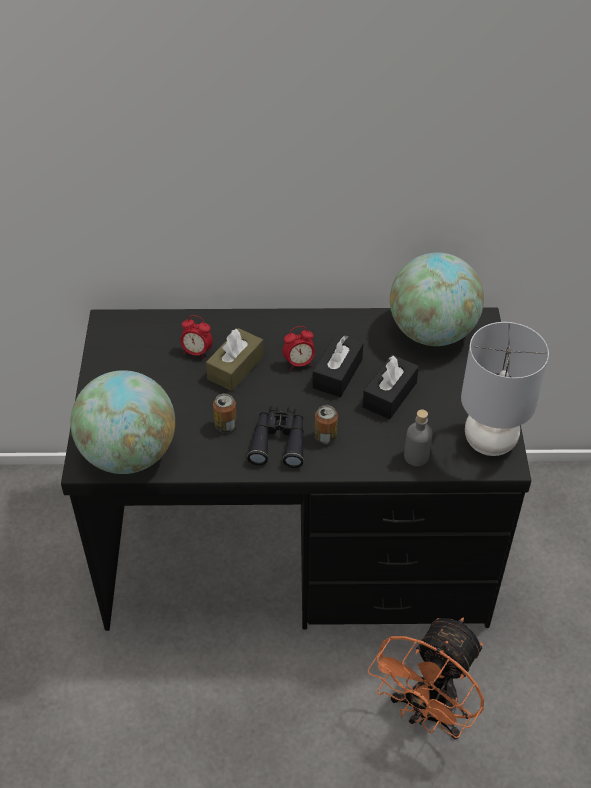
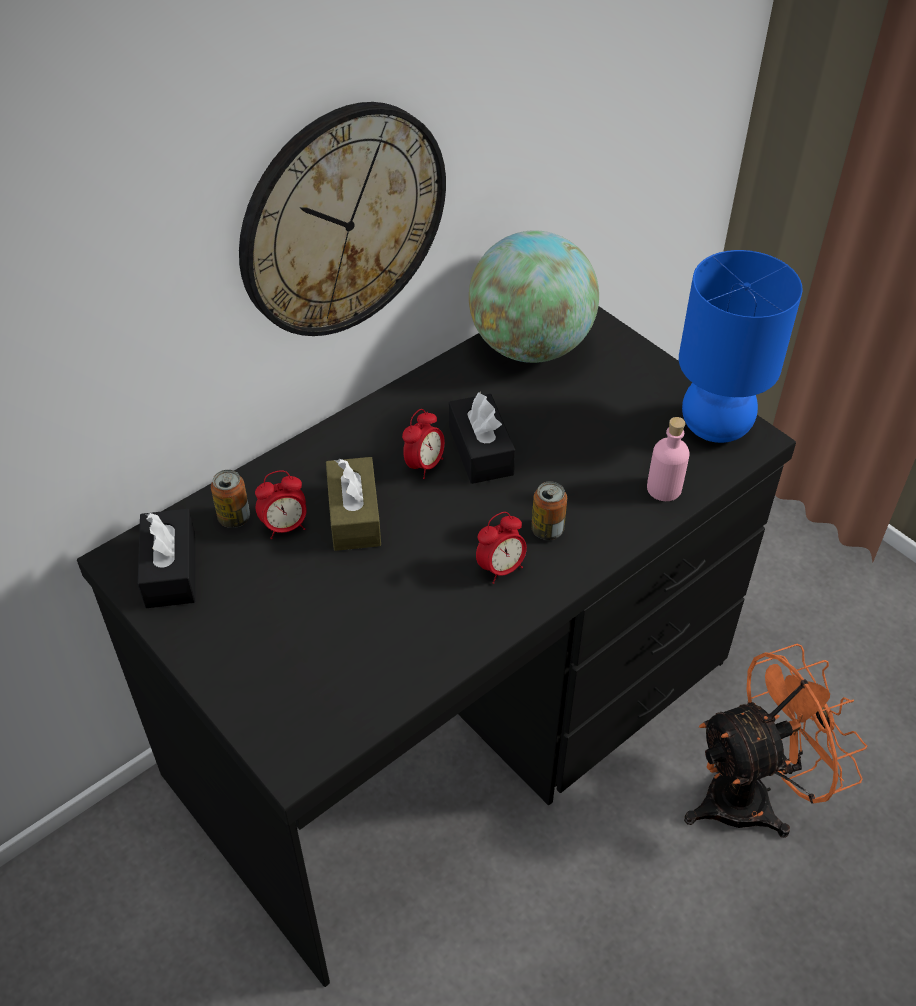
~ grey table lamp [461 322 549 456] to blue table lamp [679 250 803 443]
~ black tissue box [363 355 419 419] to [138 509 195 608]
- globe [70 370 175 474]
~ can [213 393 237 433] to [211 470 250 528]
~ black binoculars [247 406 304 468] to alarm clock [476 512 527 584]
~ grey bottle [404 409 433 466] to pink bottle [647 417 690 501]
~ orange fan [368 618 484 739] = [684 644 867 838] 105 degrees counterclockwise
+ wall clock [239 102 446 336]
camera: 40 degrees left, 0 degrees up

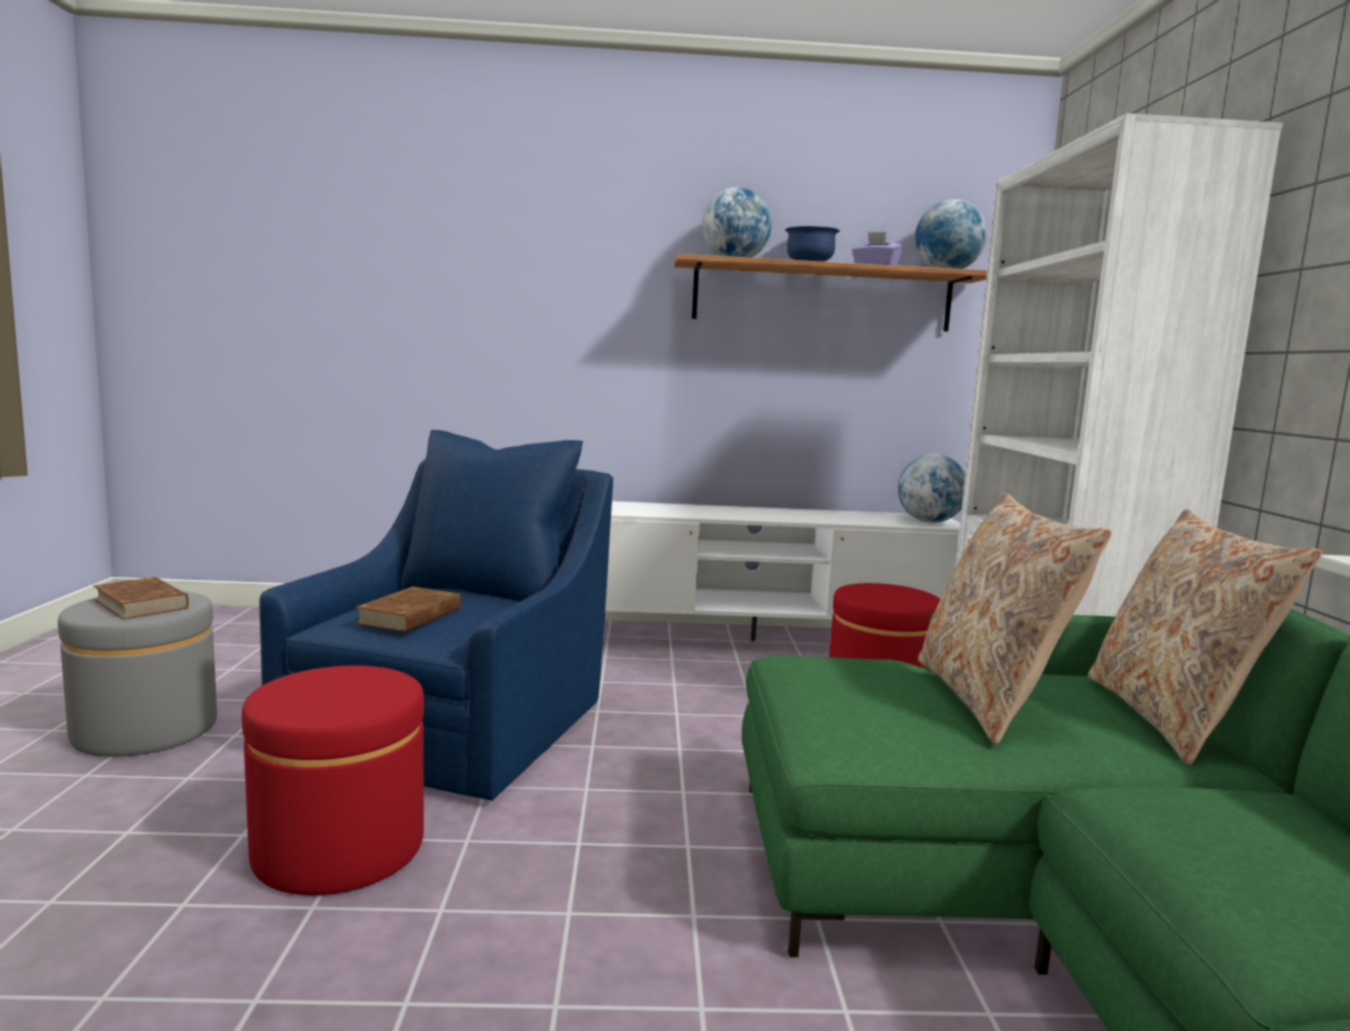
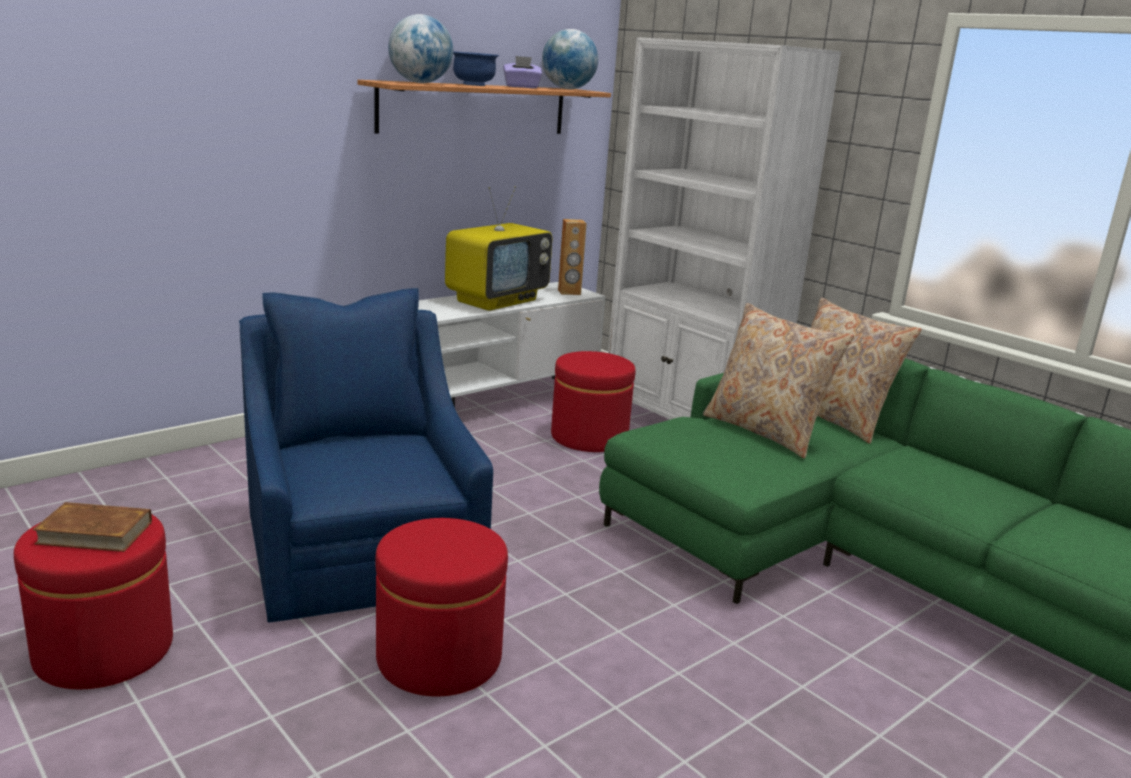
~ globe [898 454 966 523] to brown speaker [558 219 587 295]
- brown book [355 587 461 632]
~ grey ottoman [58 591 217 757] to red ottoman [14 515 173 689]
+ television [445 186 552 311]
camera: 40 degrees left, 10 degrees up

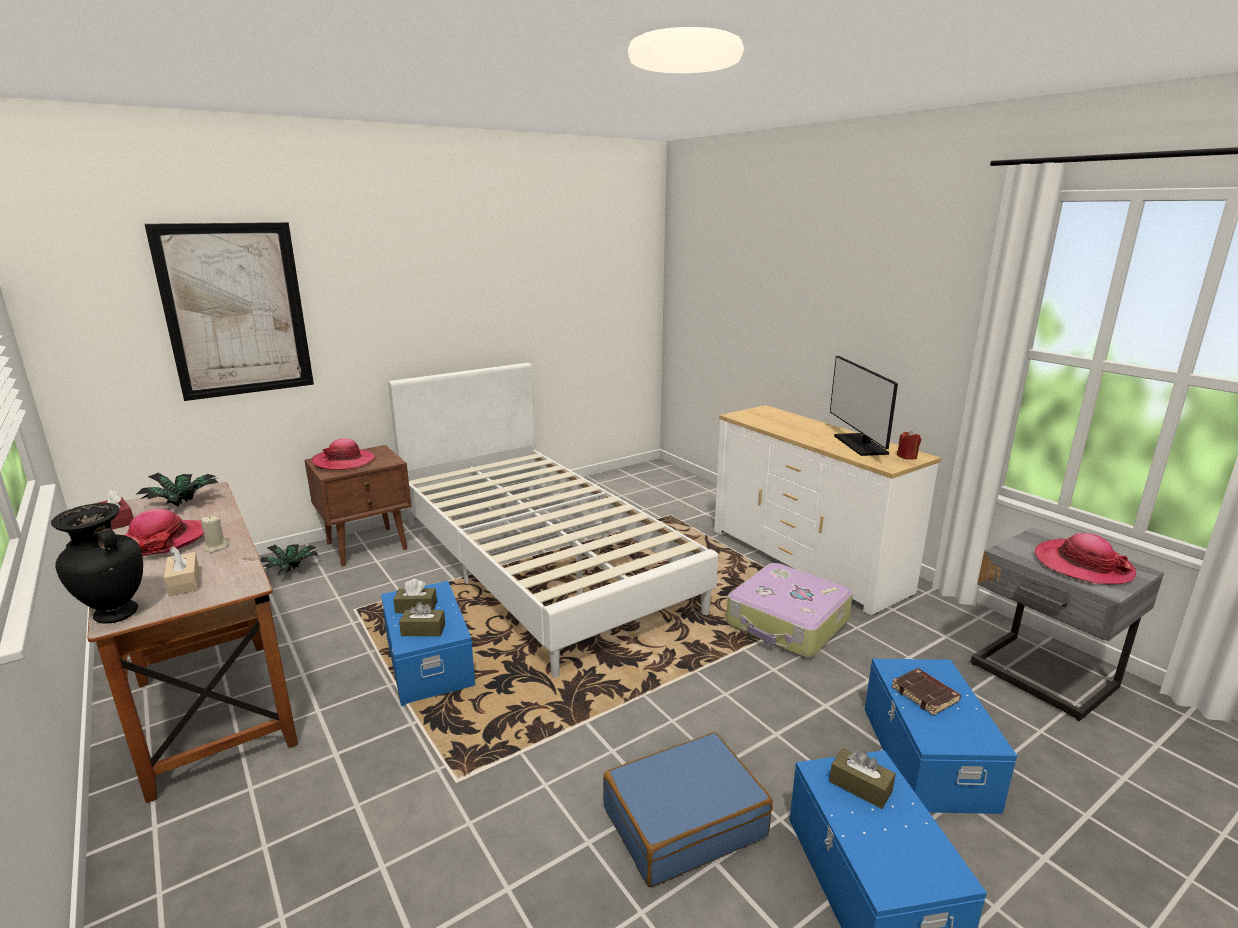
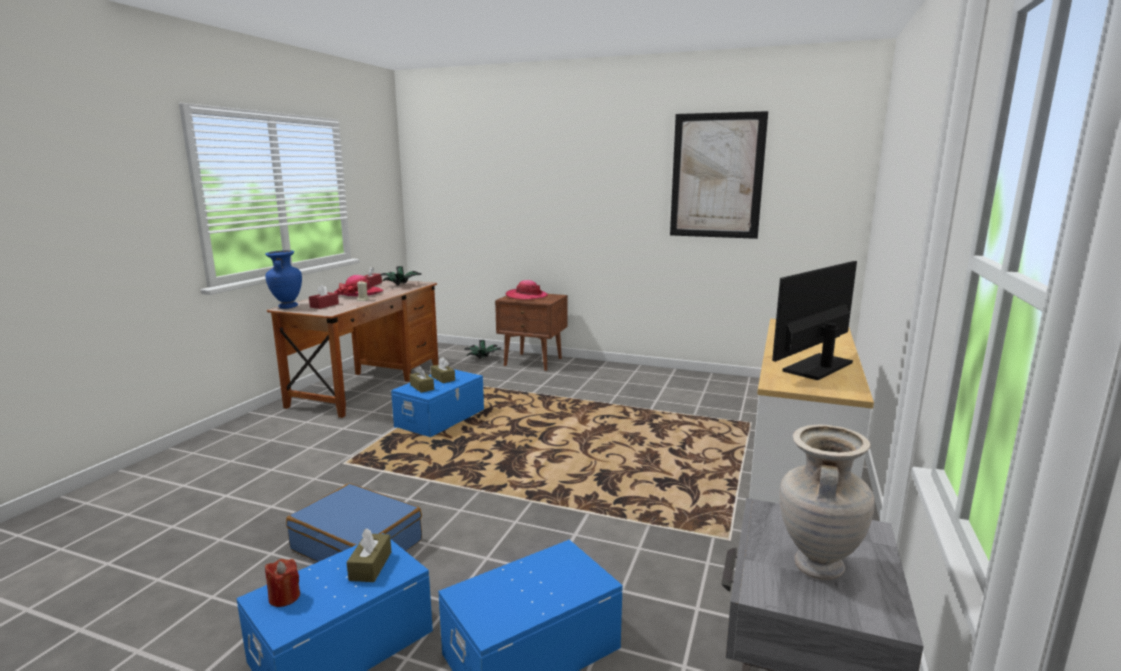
~ picture [144 222 314 401] to [670 111 768 239]
- white bed [388 363 718 677]
~ red candle [897 431 921 460] to [265 559 300 607]
~ black vase [51 503 143 624] to blue vase [265 250 302 309]
~ hat [1034 533 1136 584] to beige vase [779 425 875 580]
~ beige tissue box [164 546 200 596] to red tissue box [309 284 339 309]
- suitcase [726 563 853 658]
- brown book [891 668 961 715]
camera: 55 degrees right, 5 degrees down

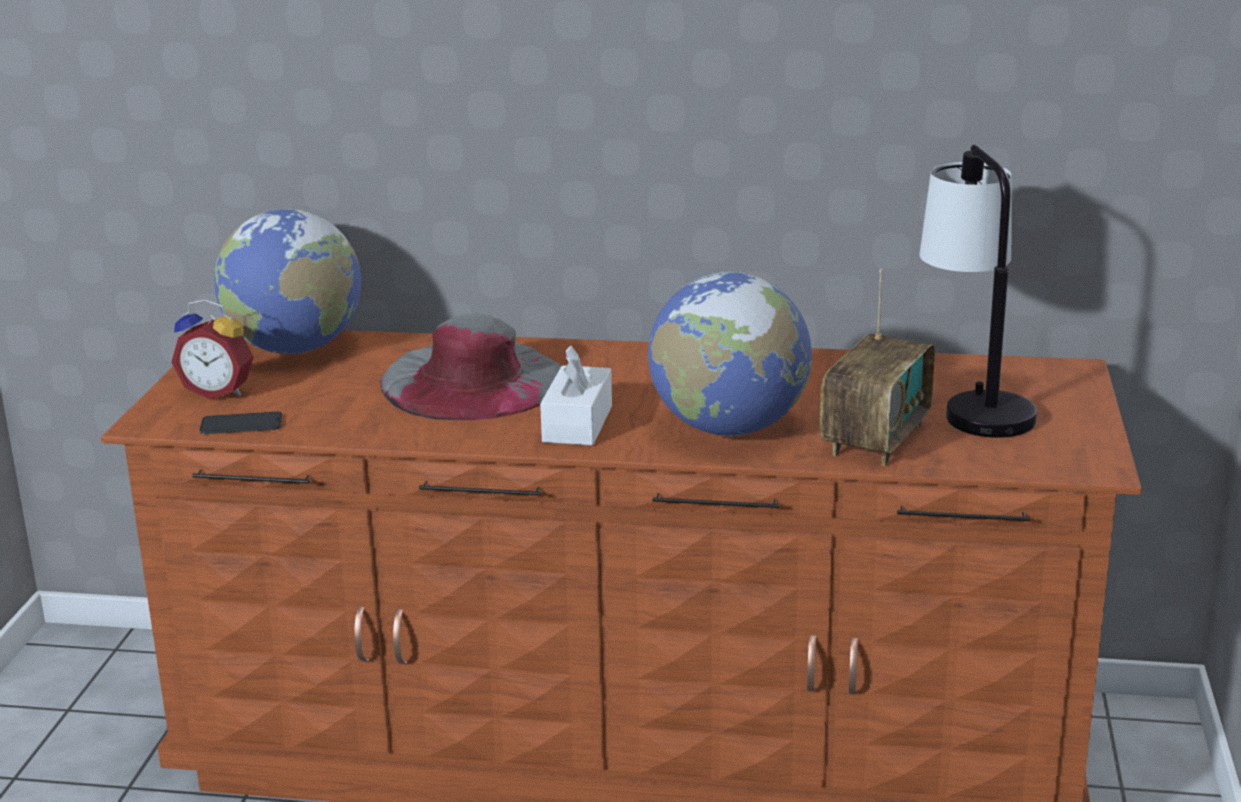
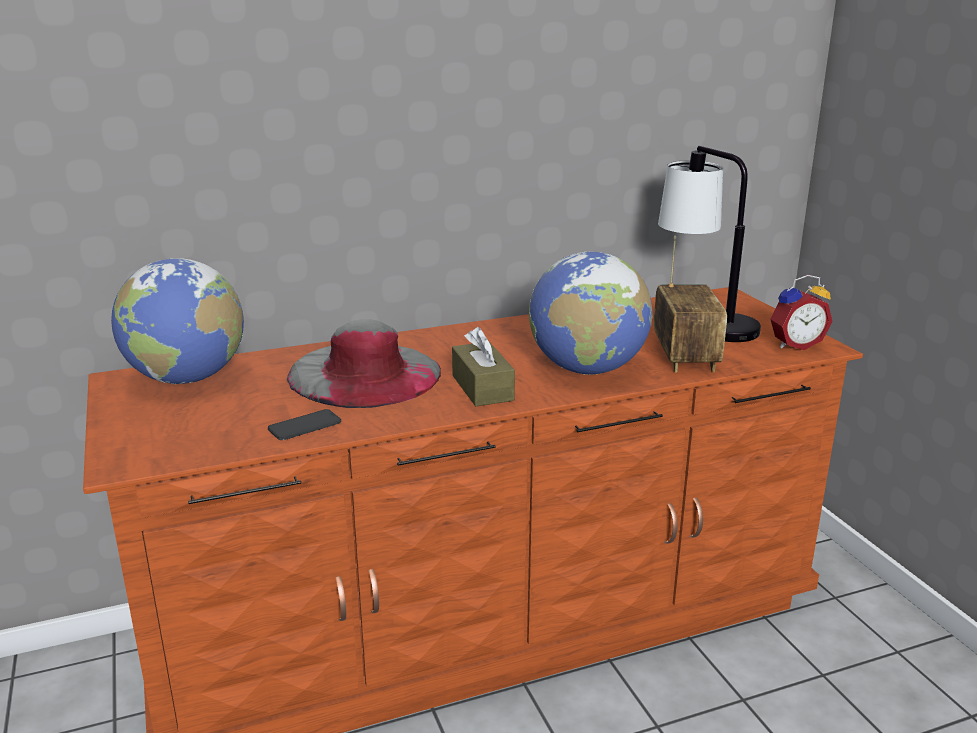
~ alarm clock [171 299 254 400] to [770 275 833 350]
~ white tissue box [540 346 612 446] to brown tissue box [452 327 515 406]
~ phone [200 412 282 434] to [268 409 341 440]
camera: 30 degrees left, 0 degrees up

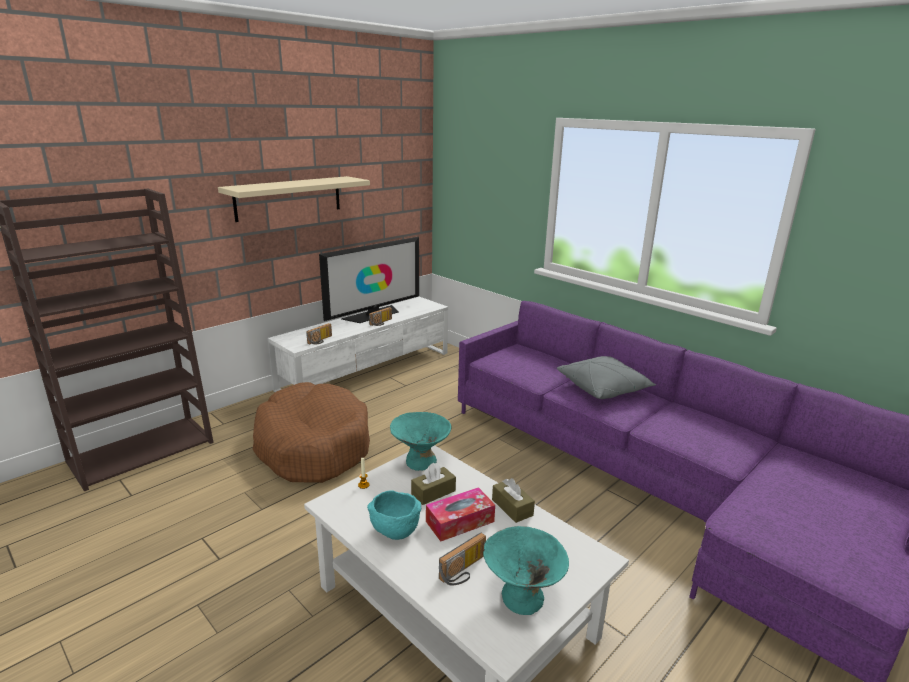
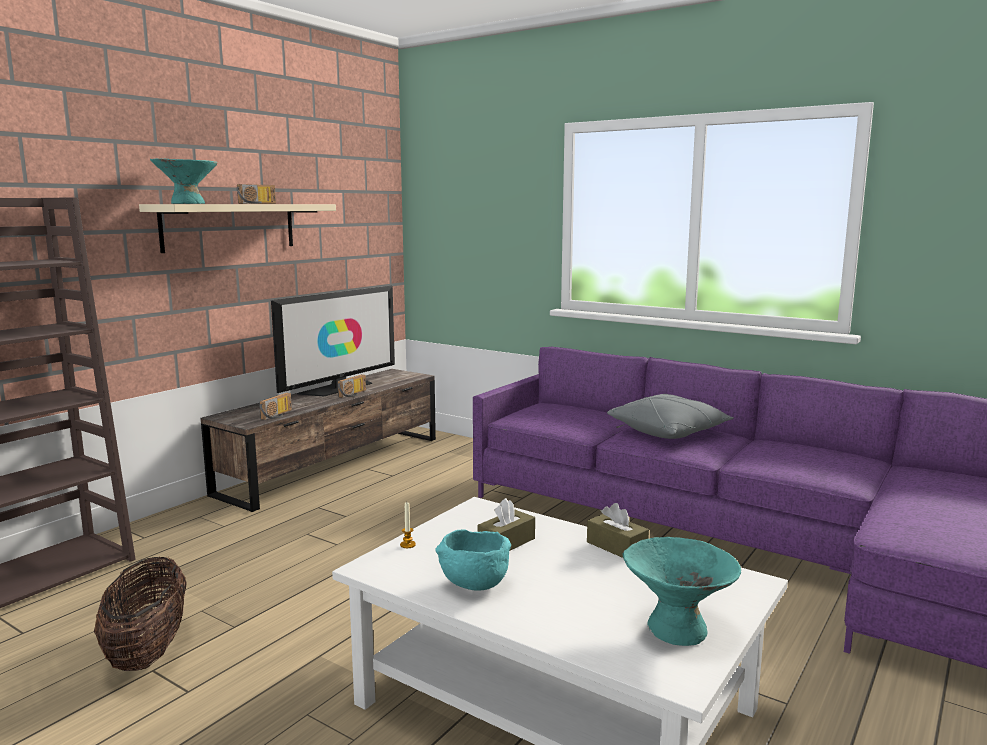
~ white tv stand [268 297 448 392] to brown tv stand [201 369 436 512]
- brown dog bed [252 382 370 483]
~ turquoise bowl [390 412 451 471] to [150 159 217 204]
- tissue box [426 487 495 542]
~ radio [439 533 486 586] to [236 184 276 204]
+ basket [94 556 187 671]
camera: 10 degrees left, 10 degrees down

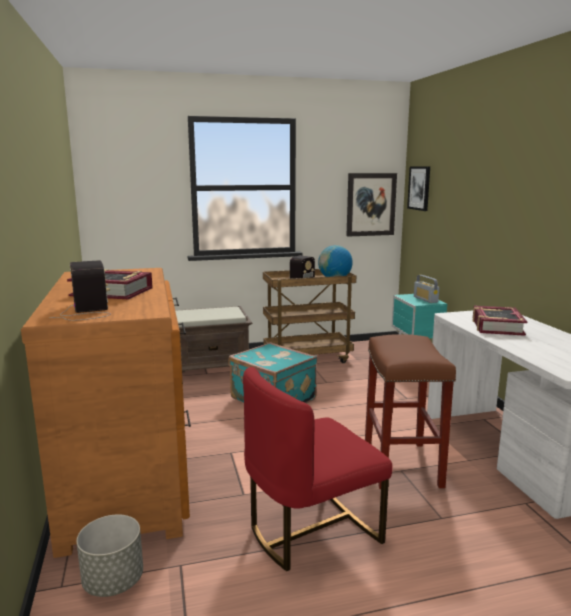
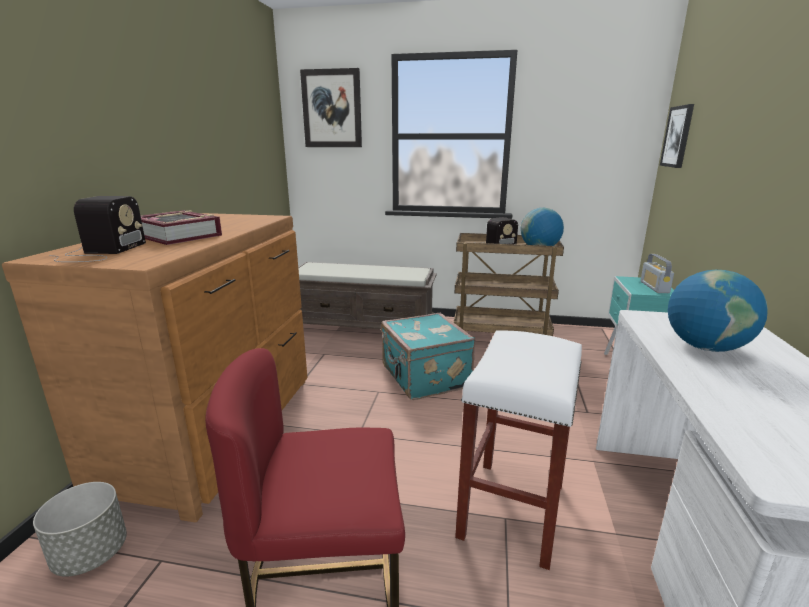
~ picture [347 173 397 237] to [300 68 362 147]
~ book [473 306 527 336] to globe [668 270 768 352]
~ brown stool [365 334 456 489] to white stool [455 330 582 570]
camera: 25 degrees right, 5 degrees up

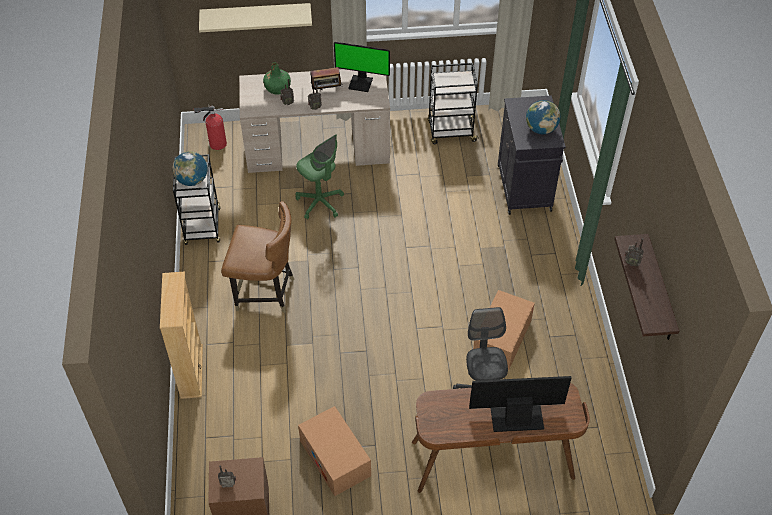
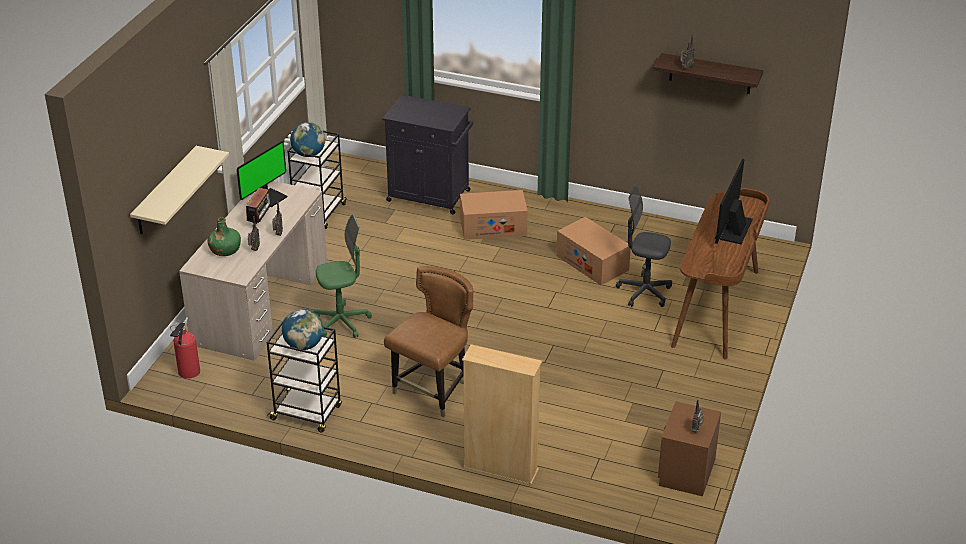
~ globe [526 100 560 134] to [290 122 325 157]
~ cardboard box [298 406 371 496] to [460 190 528 240]
camera: 65 degrees left, 15 degrees down

